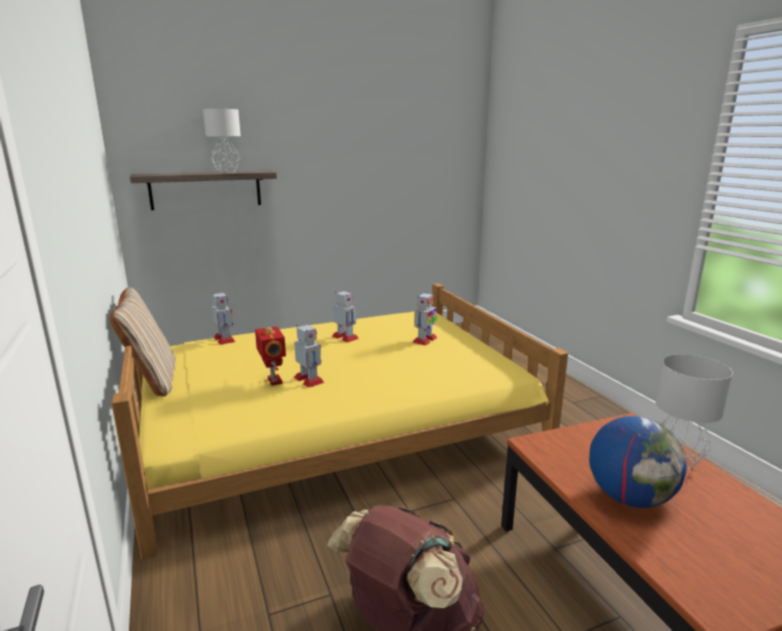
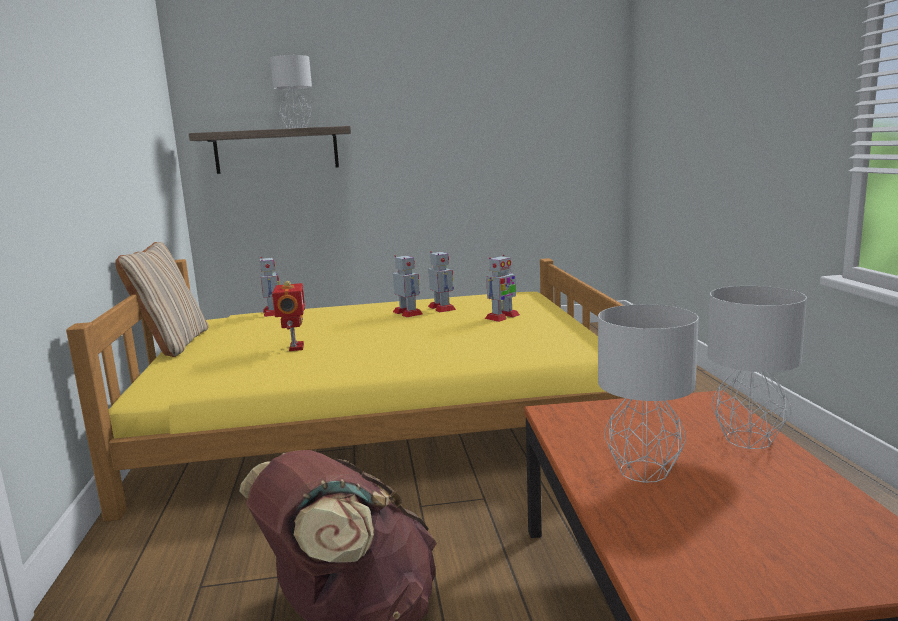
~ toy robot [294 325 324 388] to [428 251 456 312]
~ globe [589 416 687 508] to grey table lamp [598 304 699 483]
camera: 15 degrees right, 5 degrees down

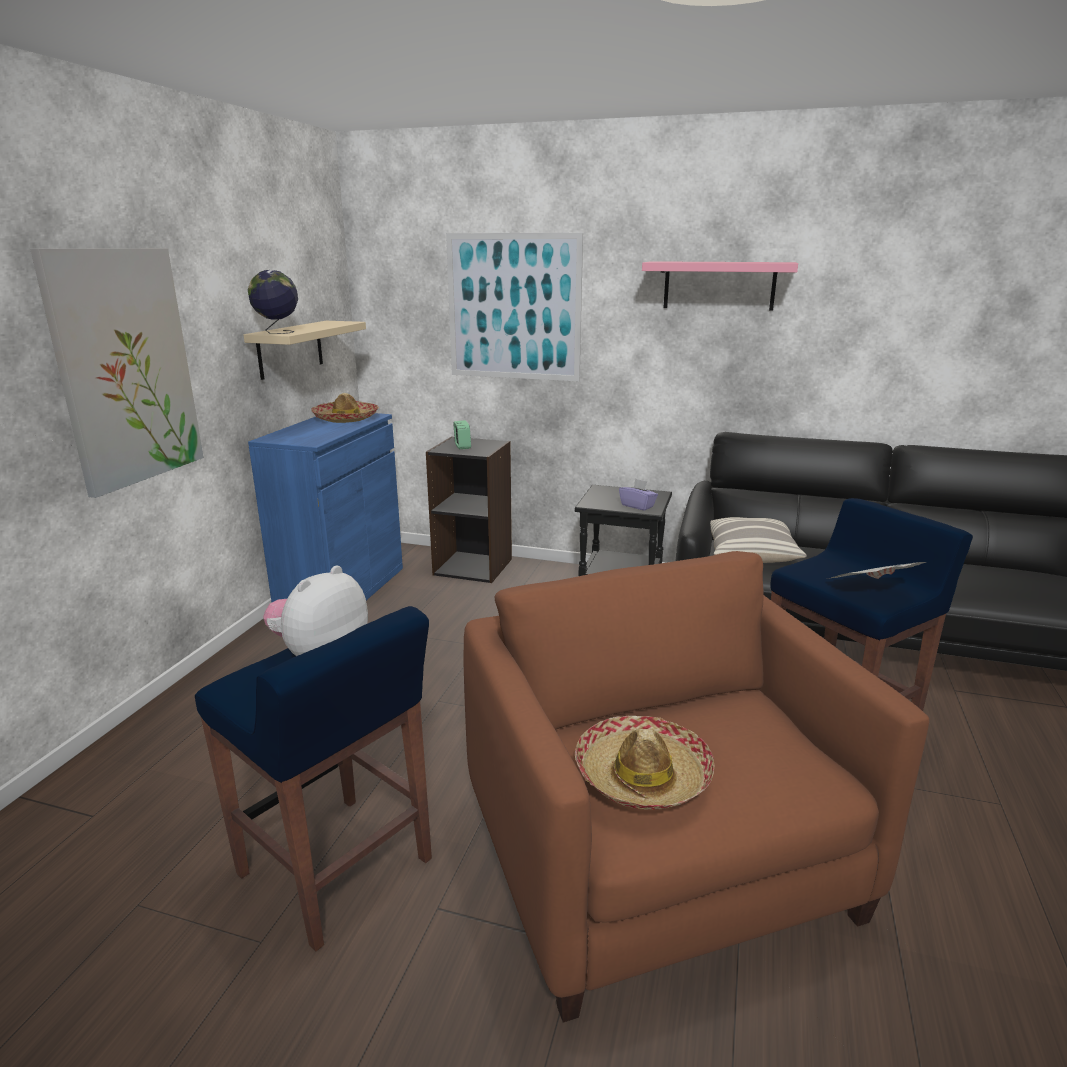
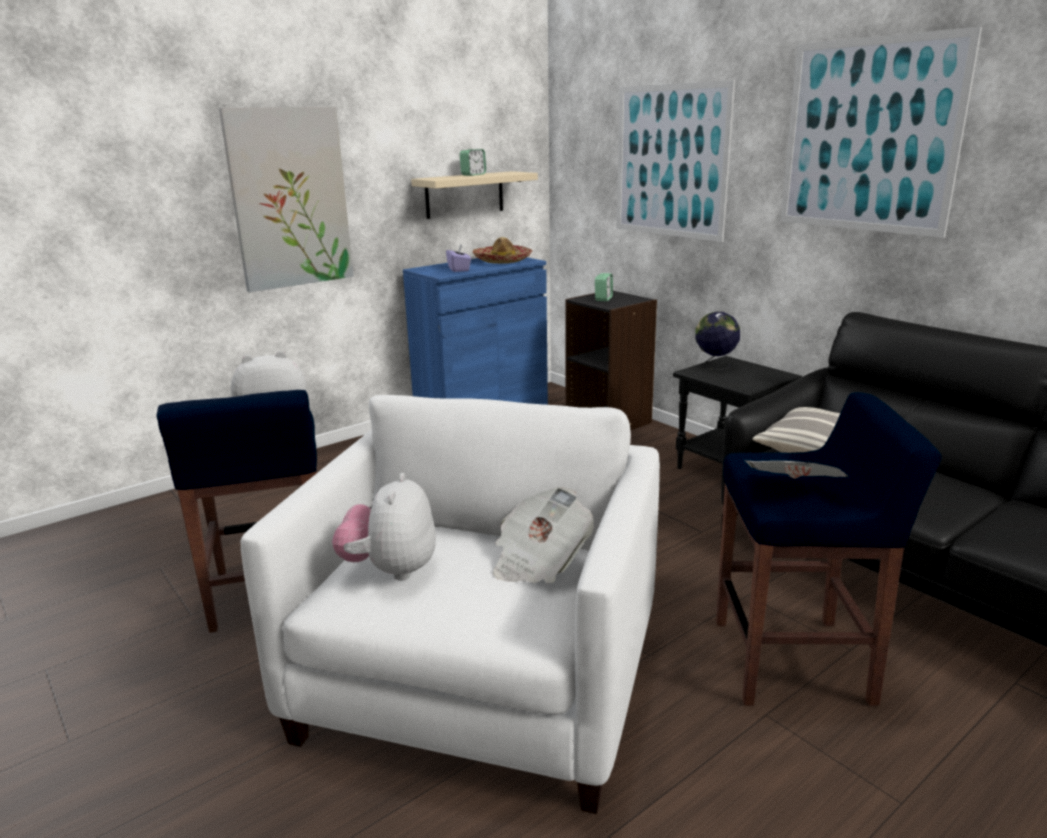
~ pink shelf [642 261 798 310] to picture [780 27 982 238]
~ globe [248 270 298 334] to [695 312 740 370]
~ purple tissue box [619 478 658 511] to [446 243 471 272]
~ brown armchair [464 551 929 1023] to white armchair [241 395 660 814]
~ hat [575 716 715 810] to plush toy [332 473 436 581]
+ alarm clock [460 149 486 176]
+ newspaper [493 487 594 584]
camera: 35 degrees right, 0 degrees up

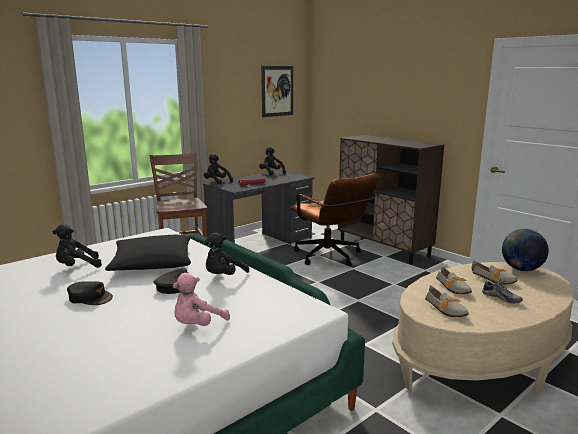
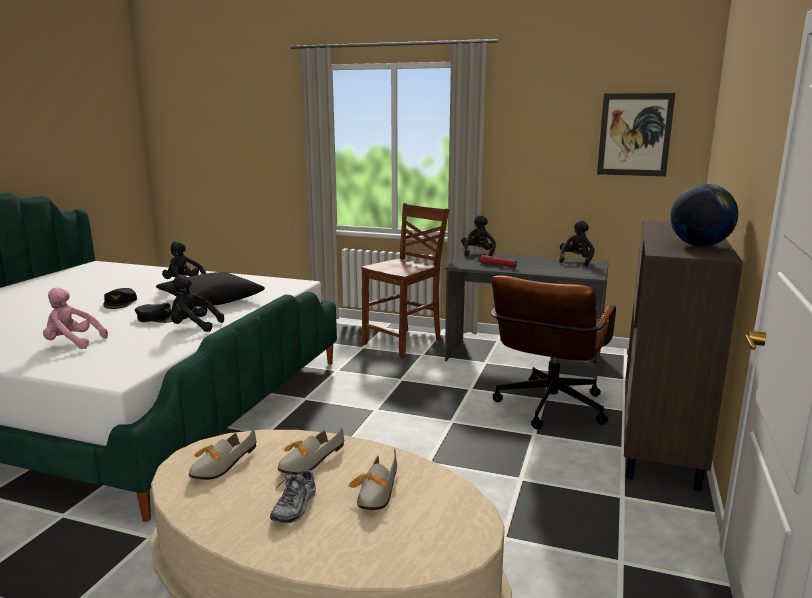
~ globe [502 229 549 271] to [670 184 738 247]
camera: 60 degrees right, 0 degrees up

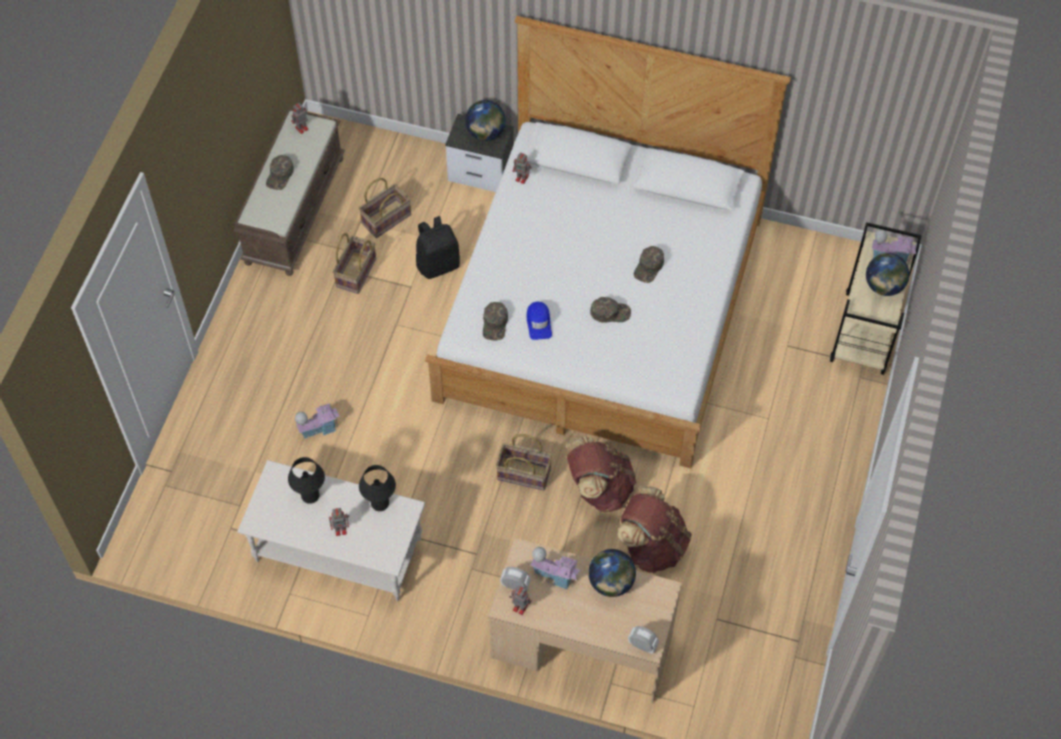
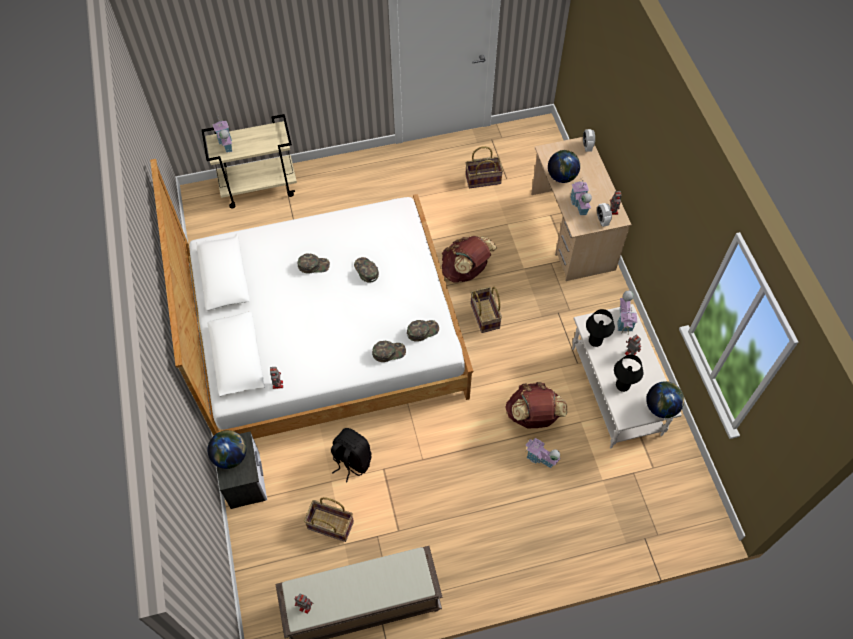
~ green cap [266 155 294 190] to [372 341 406 362]
~ basket [333 233 376 294] to [465 146 503 188]
~ globe [866 253 910 296] to [646 381 684 419]
- blue cap [526 302 552 340]
~ brown backpack [617 486 692 573] to [505 382 567 428]
+ toy house [617 291 638 334]
camera: 120 degrees left, 0 degrees up

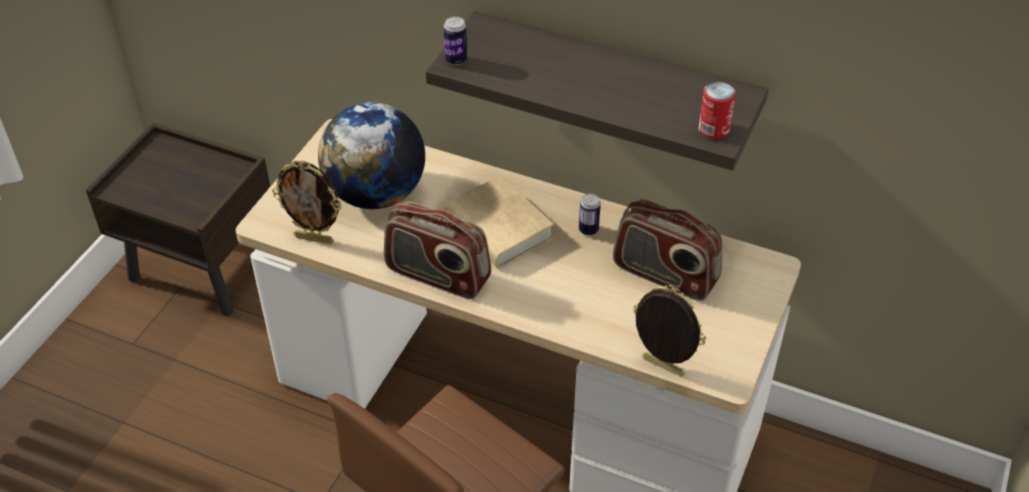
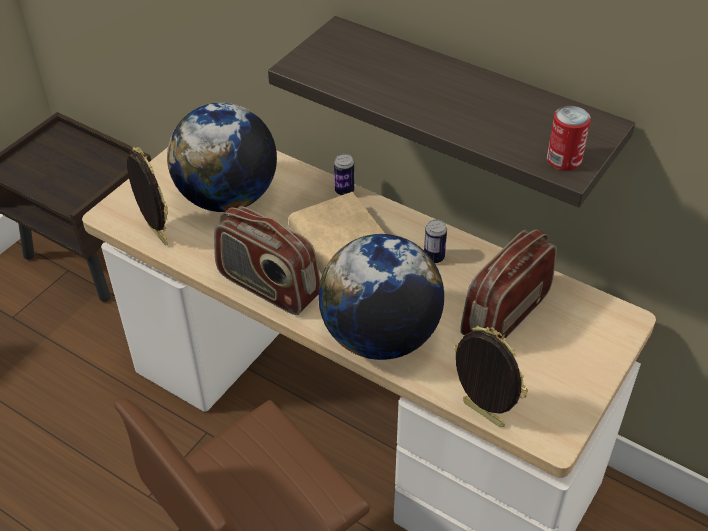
~ can [444 16 467 65] to [334 154 354 195]
~ picture frame [272 161 342 244] = [127 147 168 246] 150 degrees counterclockwise
~ radio [613 199 722 301] = [460 229 557 339] 90 degrees clockwise
+ globe [318 234 444 360]
camera: 10 degrees right, 0 degrees up

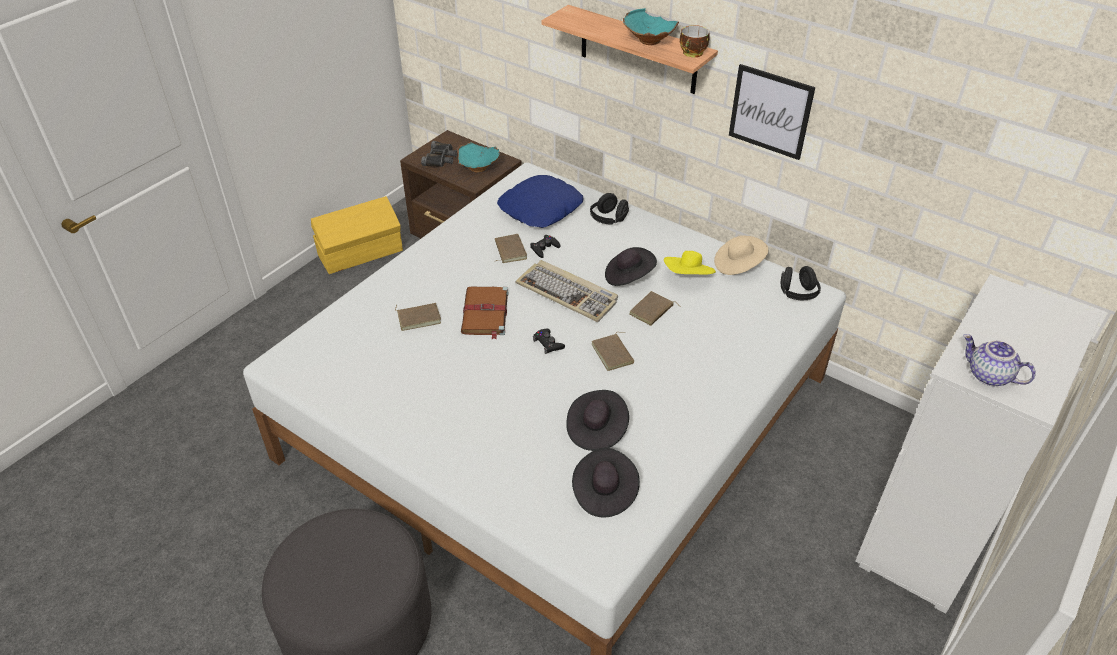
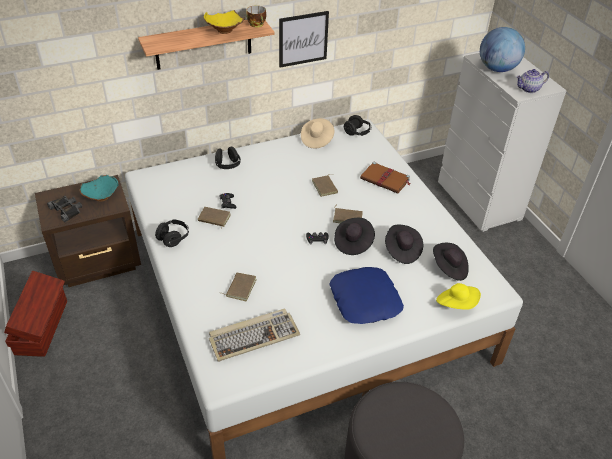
~ turquoise bowl [623 8 679 45] to yellow bowl [204 10 245 34]
~ blue pillow [497 175 584 228] to [329 267 404 324]
~ yellow storage box [311 196 403 274] to brown storage box [4 271 67 357]
~ black hat [605 247 657 286] to [334 218 375 255]
~ yellow hat [664 251 716 275] to [436 283 481 310]
~ keyboard [516 260 618 322] to [209 308 300 362]
~ brown book [461 286 508 339] to [360 162 411 194]
+ globe [480 27 525 72]
+ black headphones [155 219 189 247]
camera: 60 degrees left, 0 degrees up

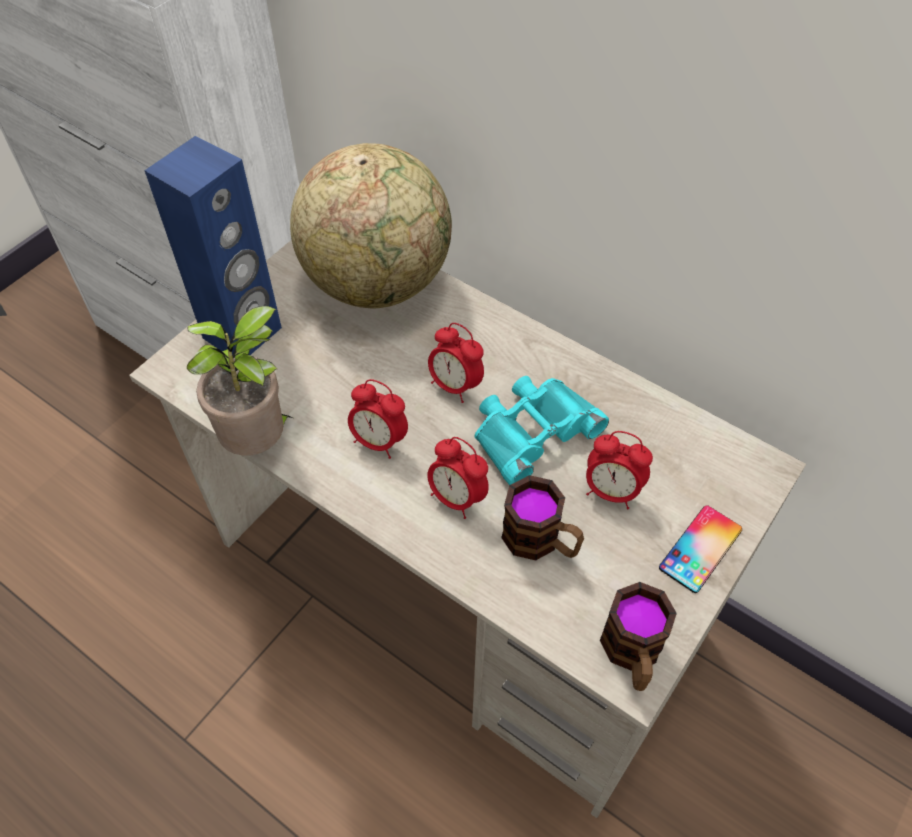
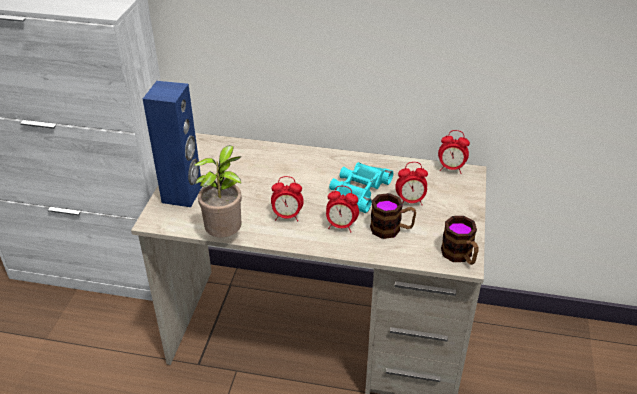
- globe [290 143 452 309]
~ alarm clock [428 323 484 403] to [438 130 470 174]
- phone [659 505 742 593]
camera: 25 degrees left, 15 degrees down

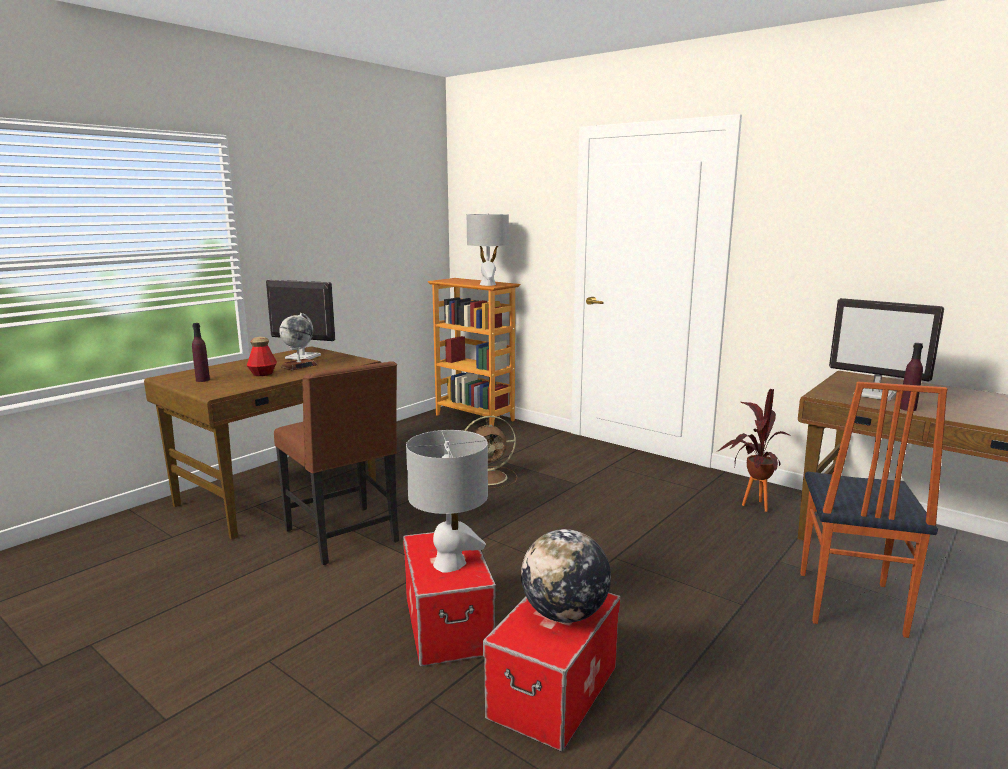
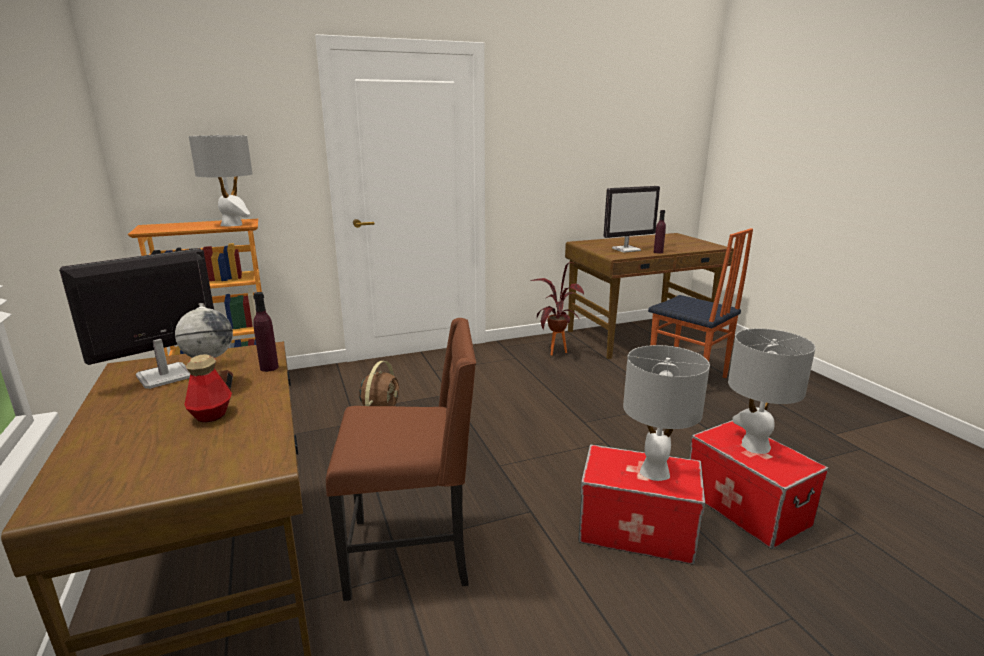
~ purple bottle [192 323 210 382] to [253 292 279 372]
~ globe [521 529 611 623] to grey table lamp [728 328 816 454]
camera: 60 degrees left, 5 degrees up

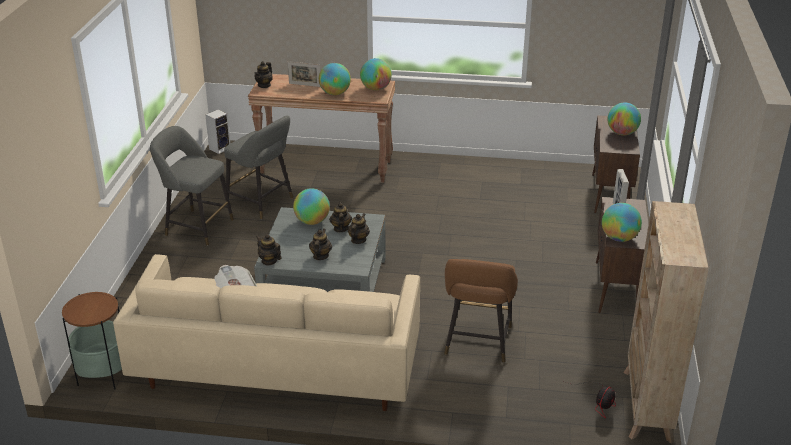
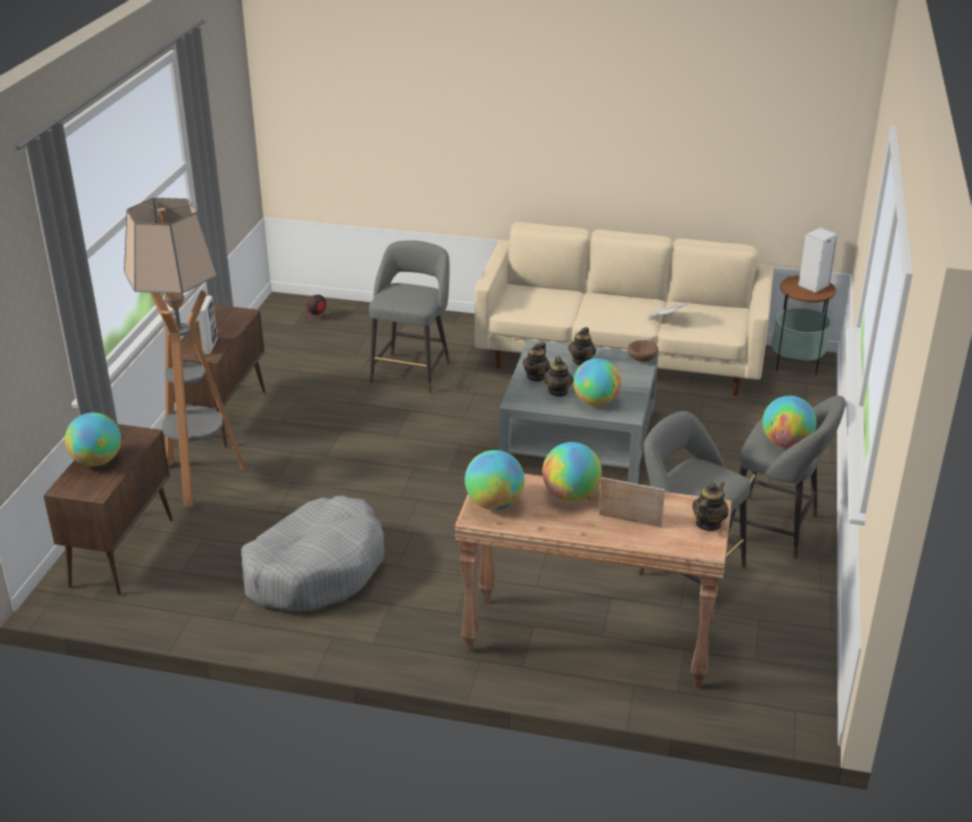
~ speaker [205 110 230 154] to [798 227 838 293]
- beige bookcase [623 201 709 443]
~ globe [602 203 642 242] to [762 396 817 448]
~ teapot [256 234 281 265] to brown bowl [628 340 658 362]
~ brown stool [444 259 518 363] to grey stool [369 240 450 393]
+ floor lamp [124 198 246 507]
+ grey dog bed [241 495 384 612]
camera: 175 degrees left, 0 degrees up

